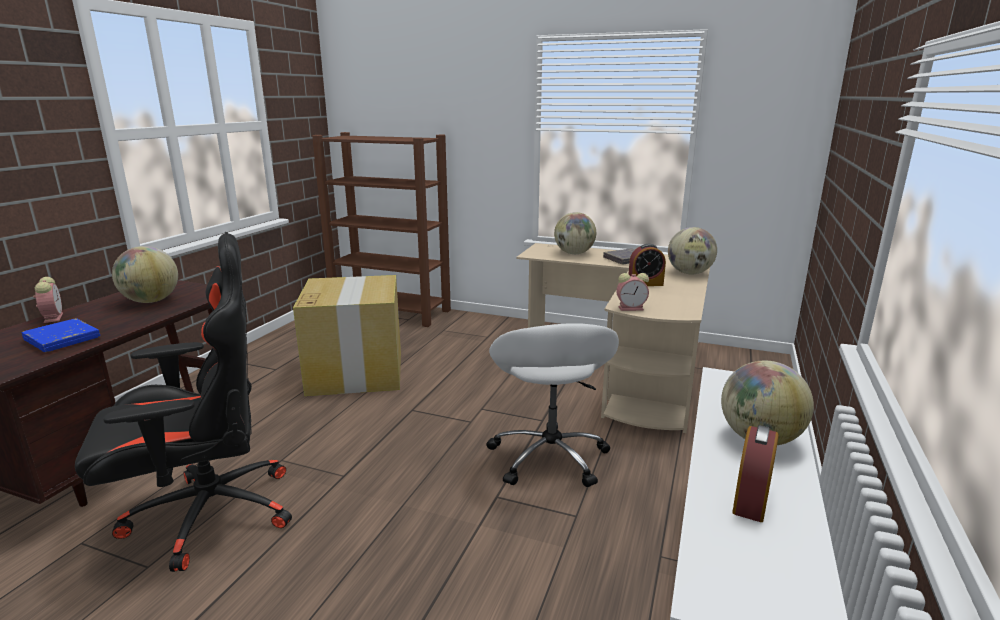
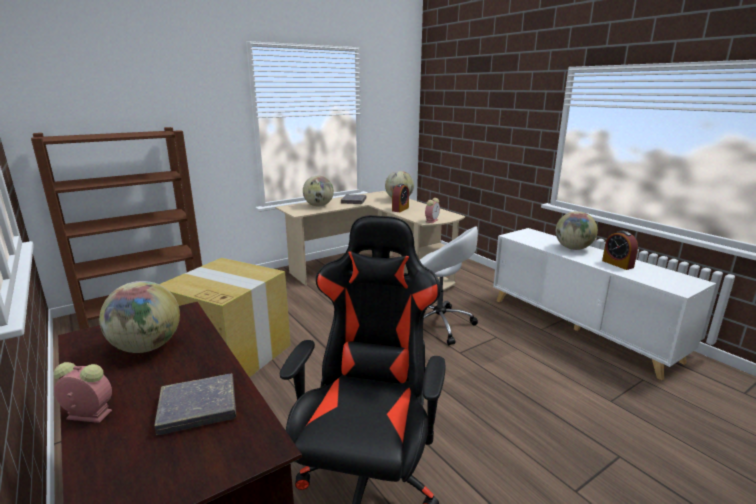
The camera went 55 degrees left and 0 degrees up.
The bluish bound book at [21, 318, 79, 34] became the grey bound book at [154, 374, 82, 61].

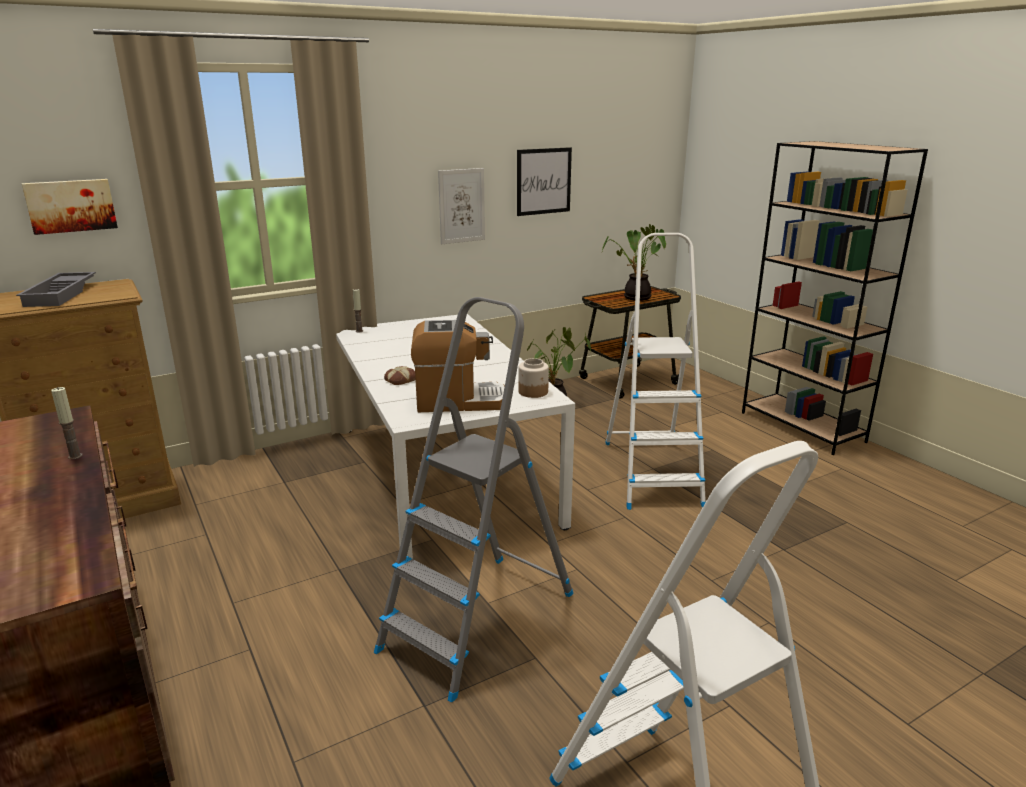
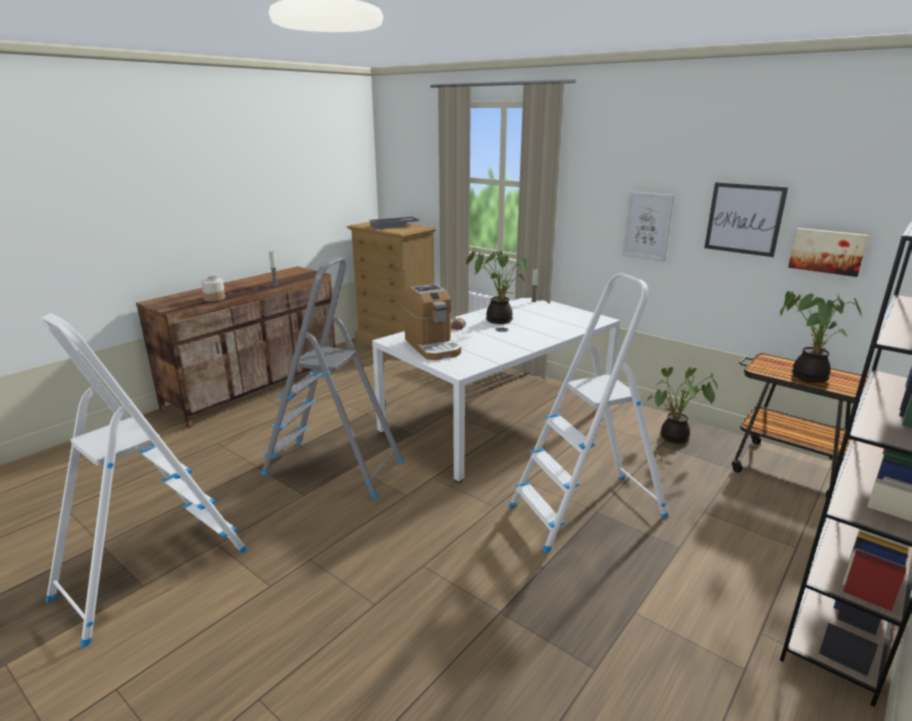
The camera went 70 degrees right and 0 degrees up.
The plant in a pot at [466, 248, 61, 76] appeared.
The picture moved from [22, 179, 96, 56] to [788, 228, 81, 49].
The storage jar moved from [518, 358, 31, 40] to [201, 276, 24, 26].

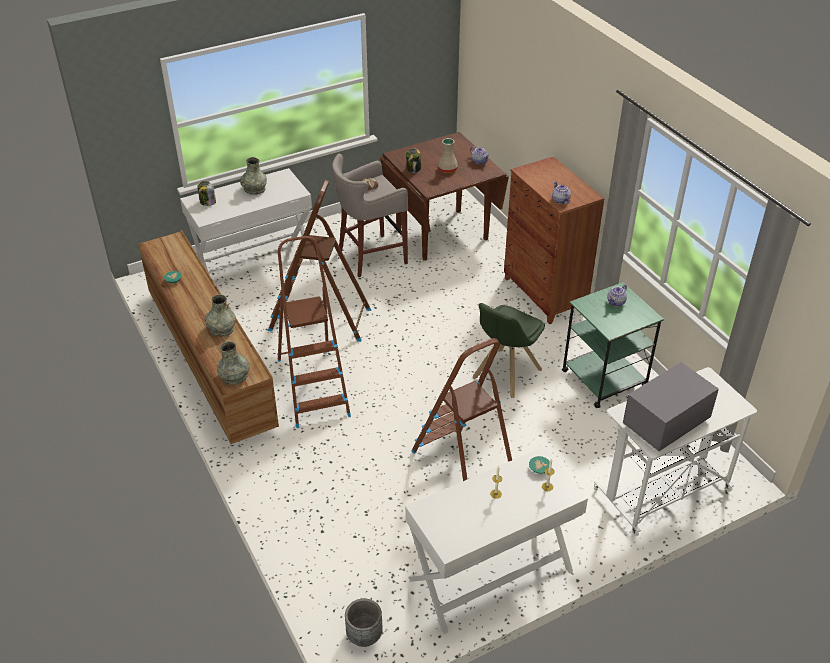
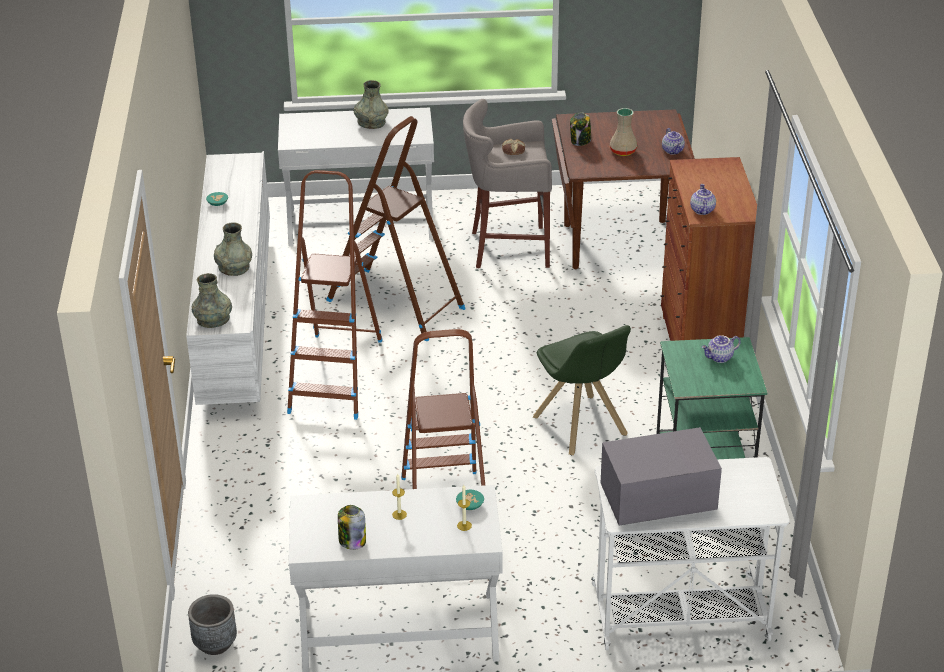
The camera went 25 degrees right and 5 degrees down.
The storage jar moved from [197, 181, 19, 25] to [338, 505, 28, 45].
The brown-coloured cupboard at [138, 230, 141, 214] became the whitish cupboard at [186, 151, 84, 254].
The green plain chair at [473, 303, 72, 95] turned 90 degrees counterclockwise.

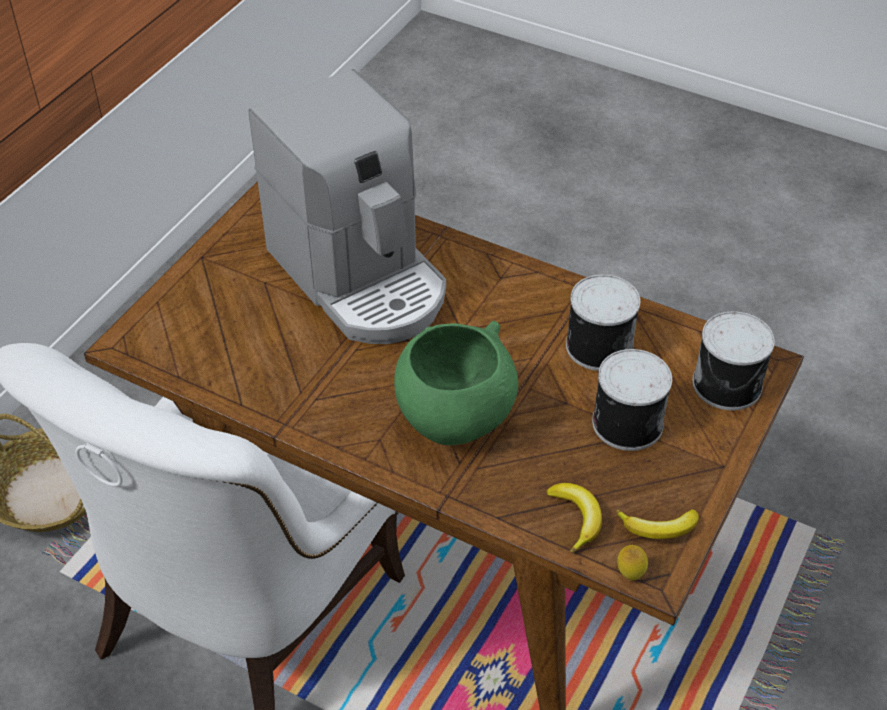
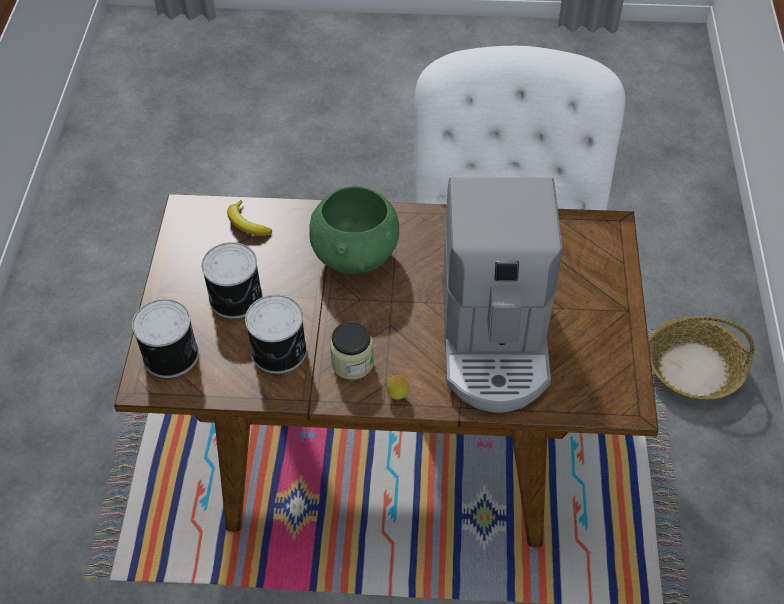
The camera went 155 degrees right and 5 degrees up.
The whole banana at [616, 509, 83, 30] disappeared.
The storage jar at [330, 321, 44, 59] appeared.
The lemon moved from [617, 545, 31, 36] to [386, 375, 23, 25].
The coffee machine at [249, 69, 197, 275] turned 120 degrees counterclockwise.

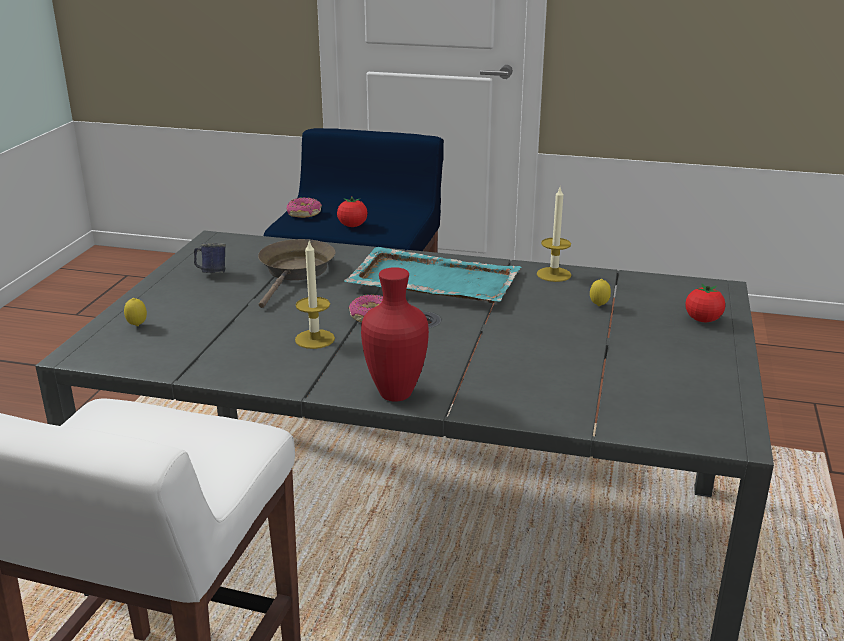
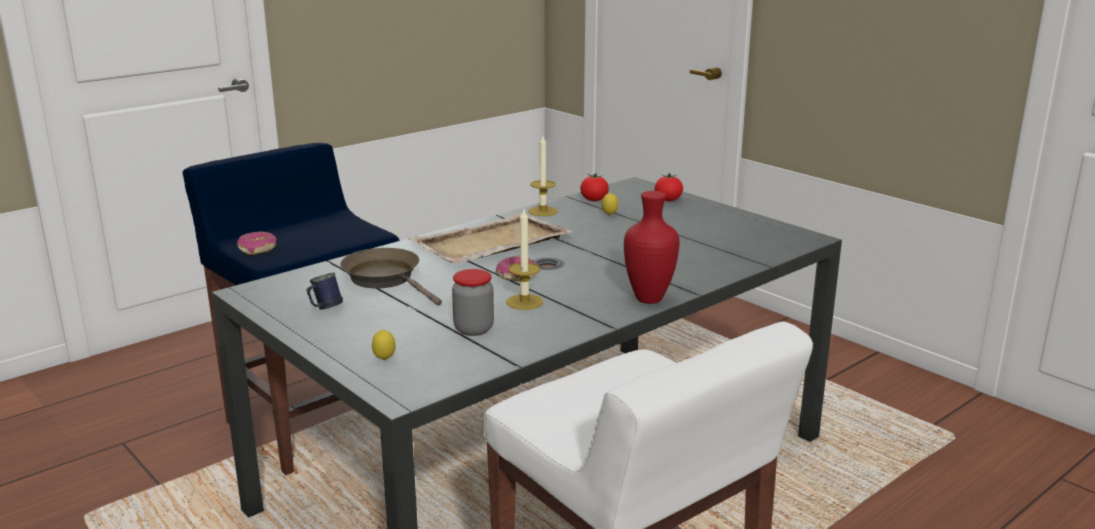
The camera went 55 degrees left and 5 degrees down.
The storage jar at [452, 269, 42, 67] appeared.
The whole tomato moved from [337, 197, 30, 30] to [580, 173, 29, 28].
The turquoise tray at [344, 247, 178, 56] became the beige tray at [408, 213, 165, 51].

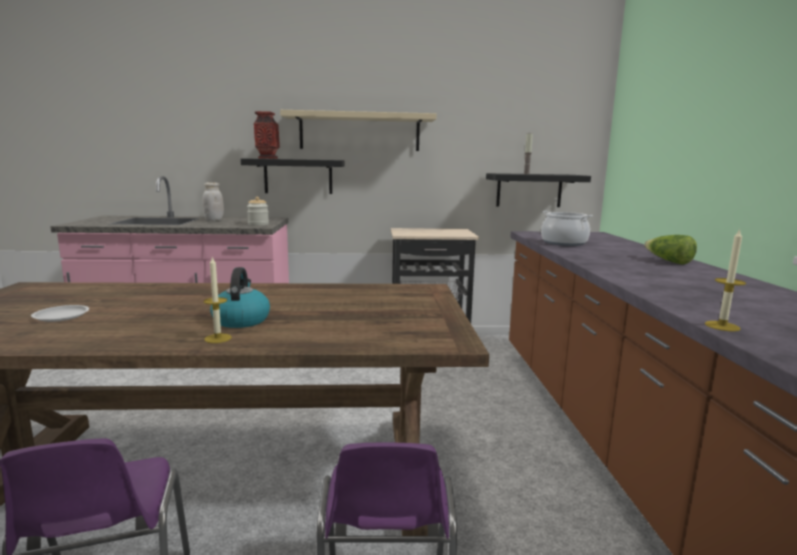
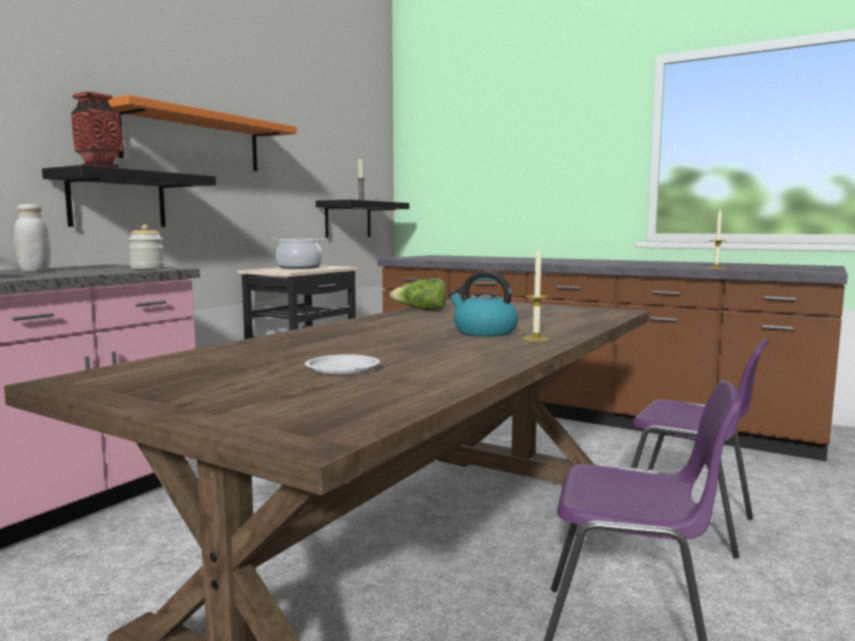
The camera went 55 degrees left and 5 degrees down.
The cooking pot moved from [541, 211, 52, 35] to [273, 238, 51, 31].
The lettuce moved from [644, 235, 53, 30] to [390, 278, 56, 33].
The beige wall shelf at [280, 110, 157, 41] became the orange-coloured wall shelf at [108, 95, 189, 76].

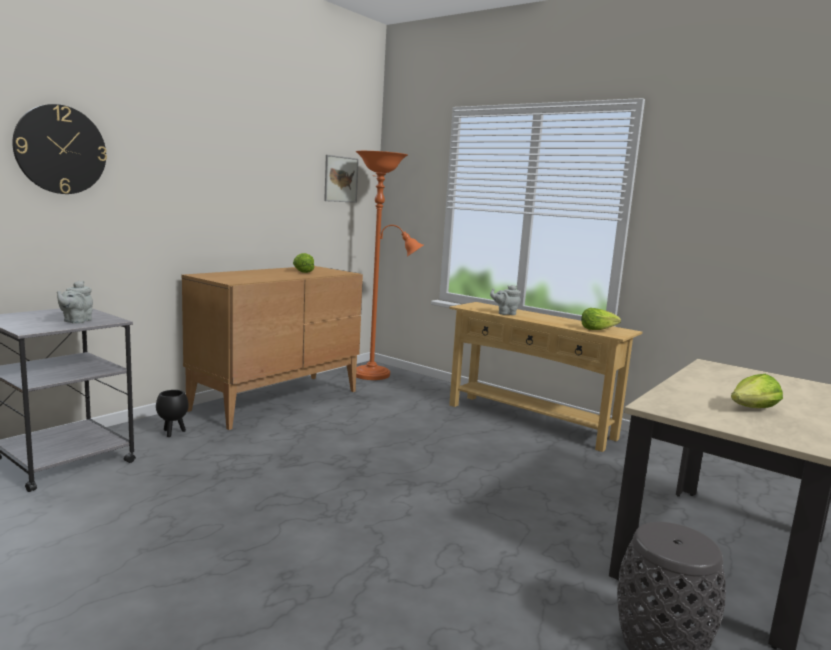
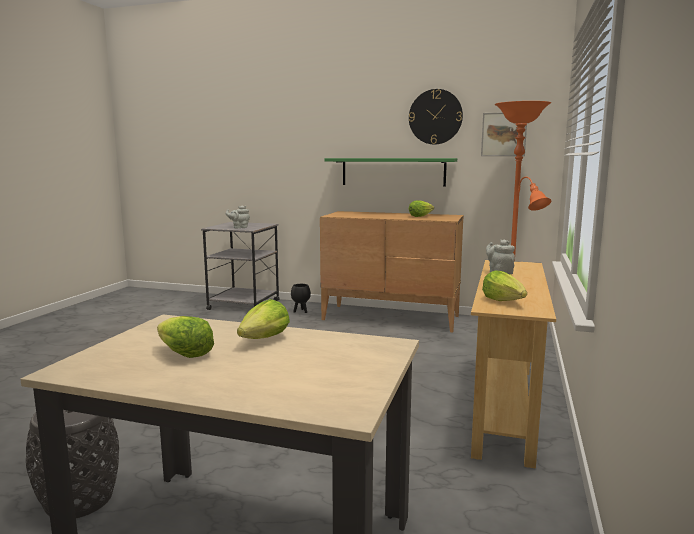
The camera went 70 degrees right and 0 degrees up.
The lettuce at [237, 299, 53, 40] appeared.
The green wall shelf at [325, 158, 132, 29] appeared.
The hanging clock moved from [12, 104, 95, 90] to [409, 89, 54, 56].

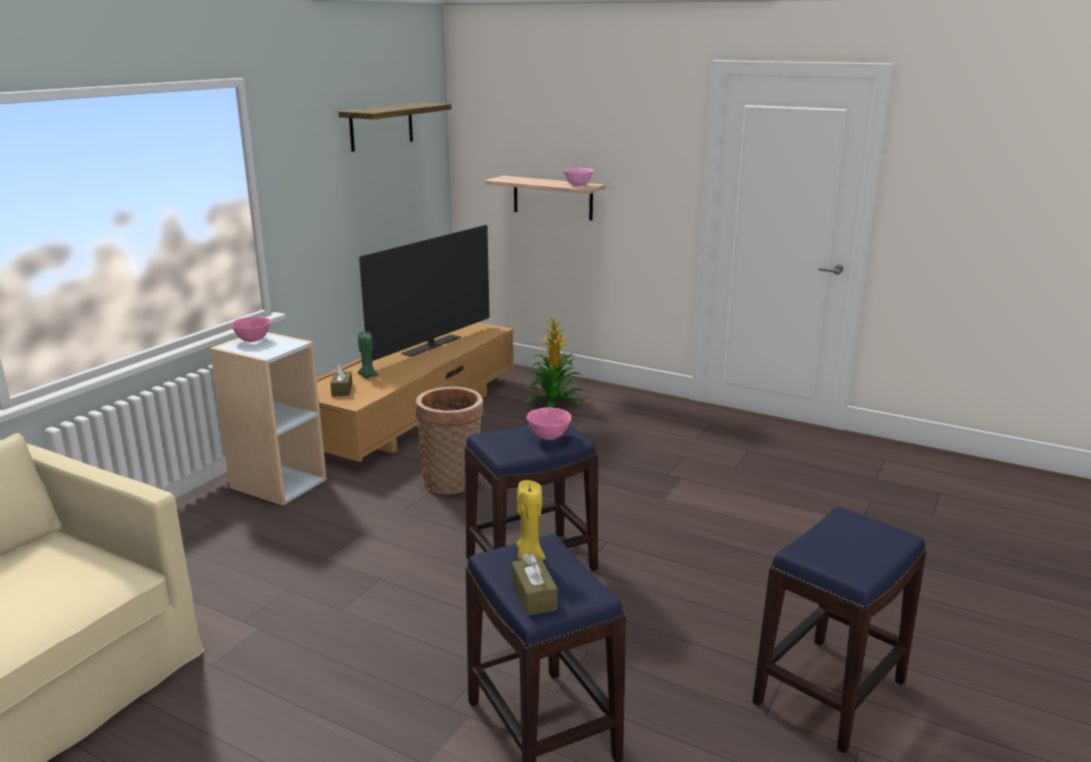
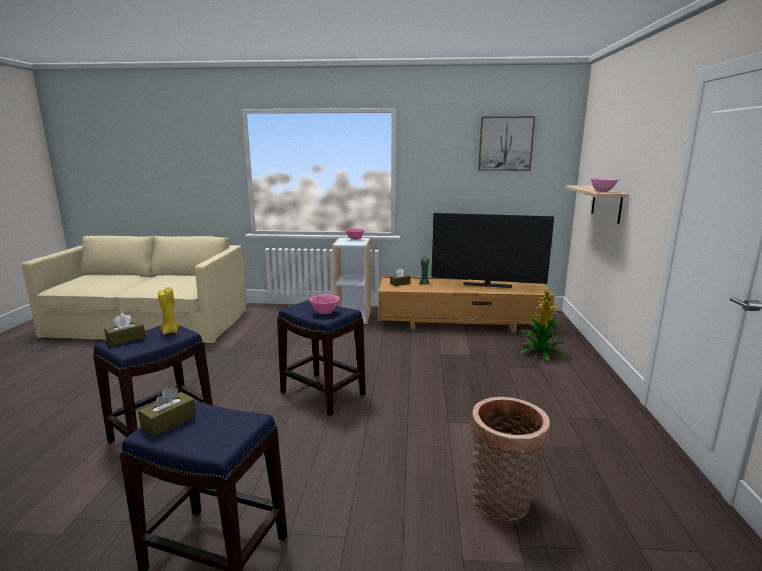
The camera went 65 degrees right and 5 degrees down.
The brown-coloured box of tissues at [138, 387, 58, 50] appeared.
The storage basket moved from [416, 387, 68, 107] to [471, 397, 79, 124].
The wall shelf at [338, 102, 114, 50] was replaced by the picture at [478, 116, 57, 55].

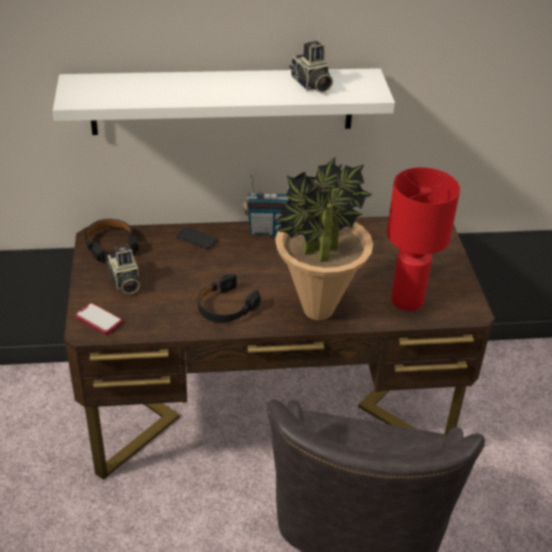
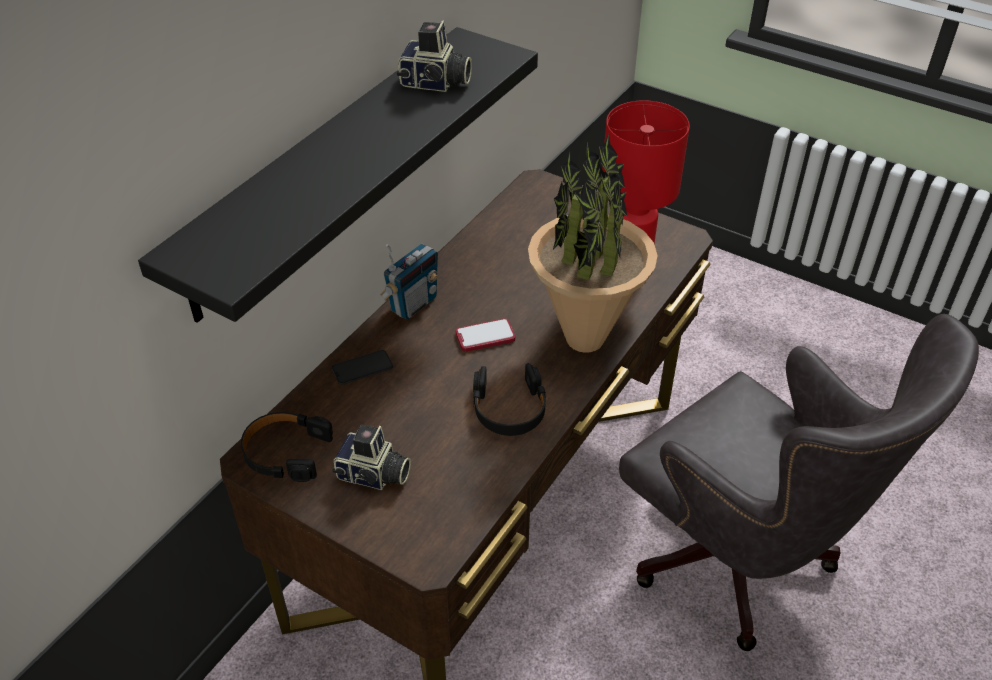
The camera went 50 degrees left and 5 degrees up.
The telephone moved from [76, 303, 46, 32] to [456, 319, 59, 33].
The whitish wall shelf at [53, 68, 342, 67] became the black wall shelf at [138, 27, 400, 296].

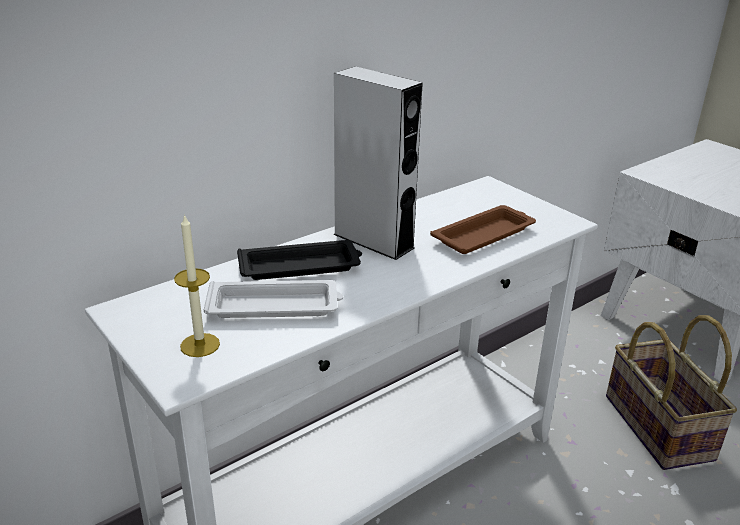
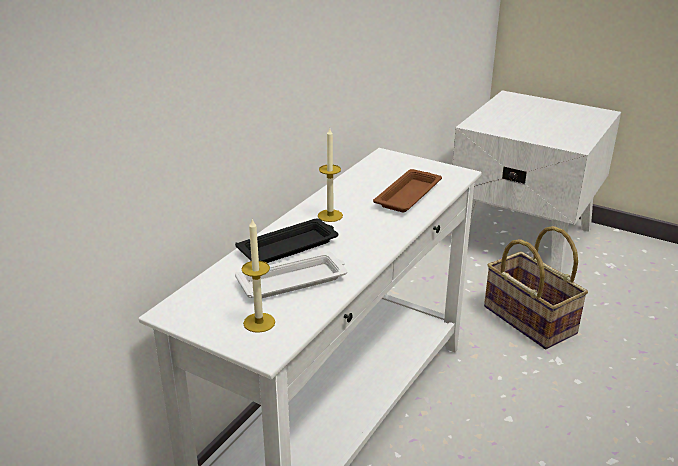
The camera went 20 degrees left and 0 degrees up.
The grey audio speaker at [333, 66, 90, 194] was replaced by the wax candle at [318, 128, 25, 94].

